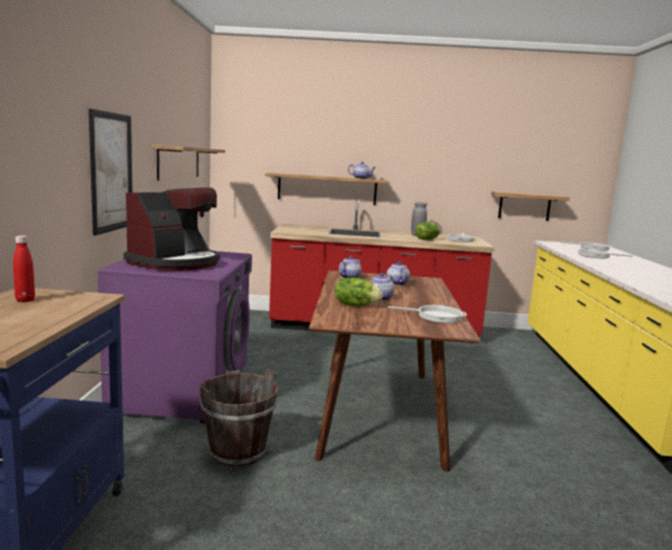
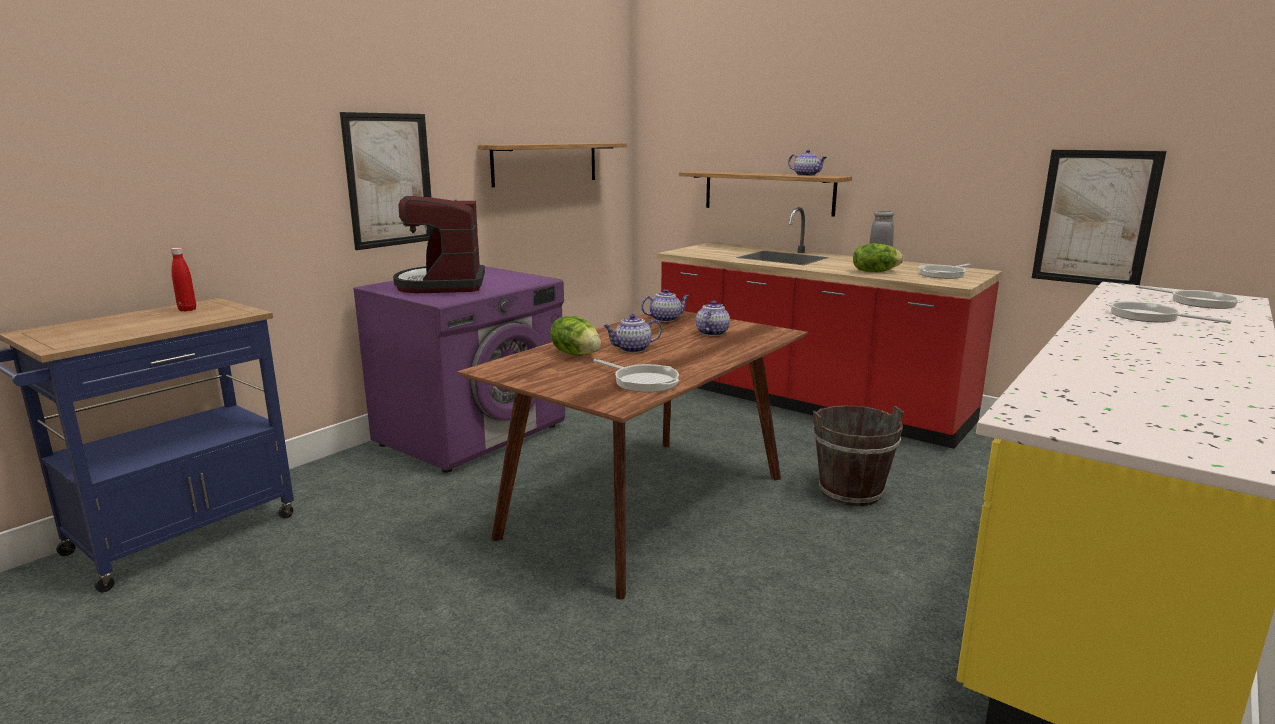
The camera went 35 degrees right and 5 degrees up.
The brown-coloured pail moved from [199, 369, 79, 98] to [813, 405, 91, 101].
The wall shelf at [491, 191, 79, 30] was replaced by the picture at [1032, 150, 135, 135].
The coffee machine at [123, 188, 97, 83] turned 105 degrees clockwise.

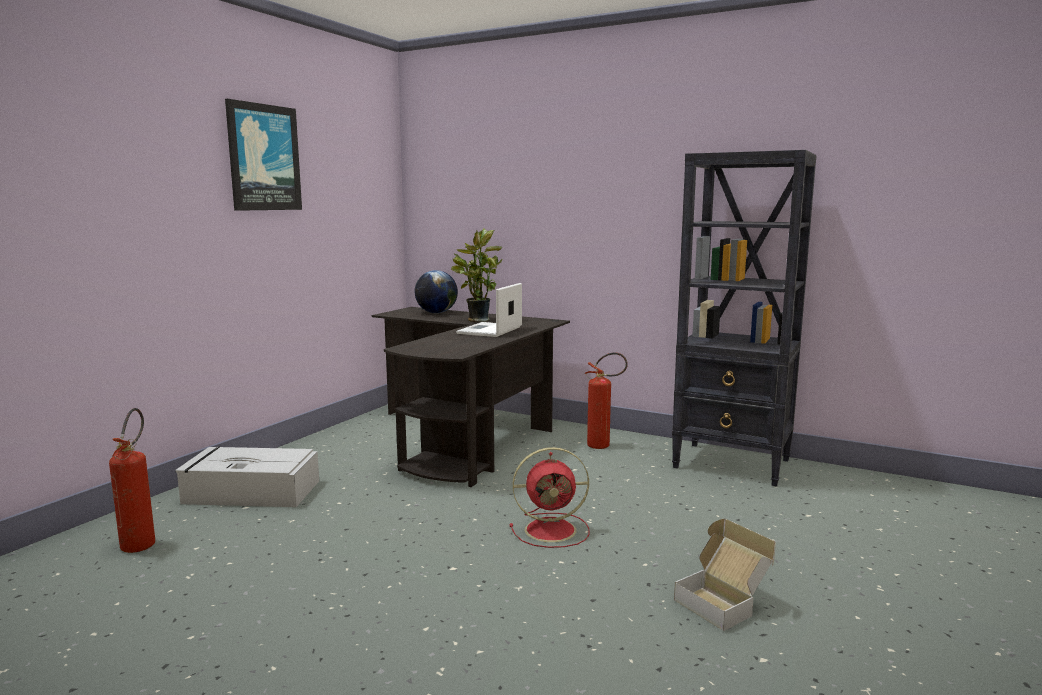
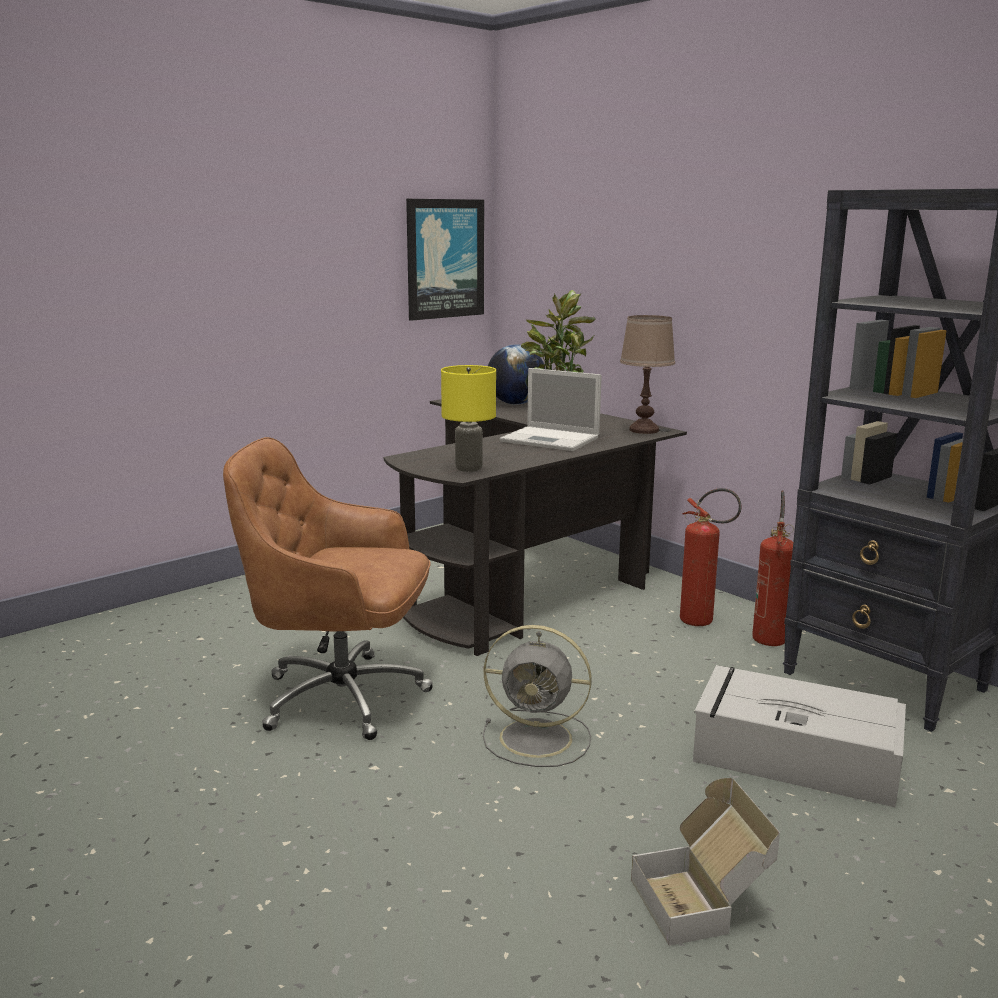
The camera went 20 degrees right and 5 degrees up.
The brown-coloured office chair at [223, 437, 210, 303] appeared.
The yellow-coloured tabletop lamp at [441, 365, 55, 107] appeared.
The brown-coloured tabletop lamp at [620, 315, 55, 119] appeared.
The fire-fighting cylinder moved from [109, 408, 46, 145] to [752, 490, 42, 156].
The grey storage container moved from [175, 446, 144, 61] to [693, 665, 213, 143].
The picture moved from [225, 99, 77, 112] to [406, 199, 78, 122].
The reddish cooling fan at [510, 447, 80, 101] became the grey cooling fan at [483, 625, 109, 142].
The portable computer at [456, 283, 66, 54] turned 105 degrees counterclockwise.

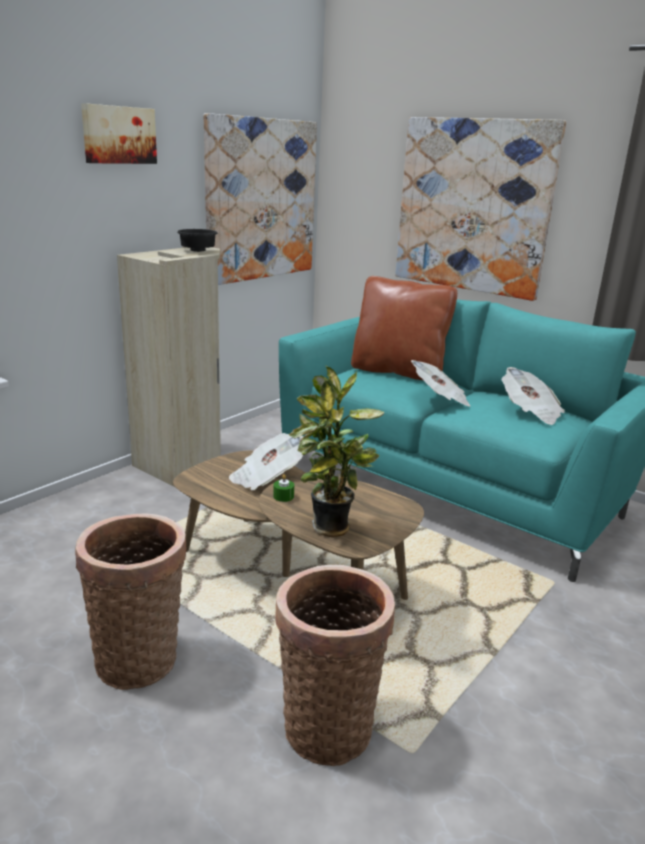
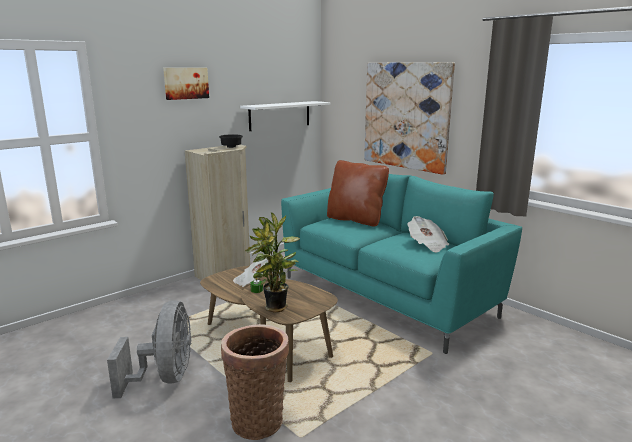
The camera went 10 degrees right and 5 degrees down.
The daily paper at [411, 360, 60, 47] disappeared.
The storage basket at [75, 513, 111, 177] was replaced by the grey cooling fan at [107, 300, 84, 98].
The picture at [204, 113, 113, 172] was replaced by the whitish wall shelf at [240, 101, 91, 30].

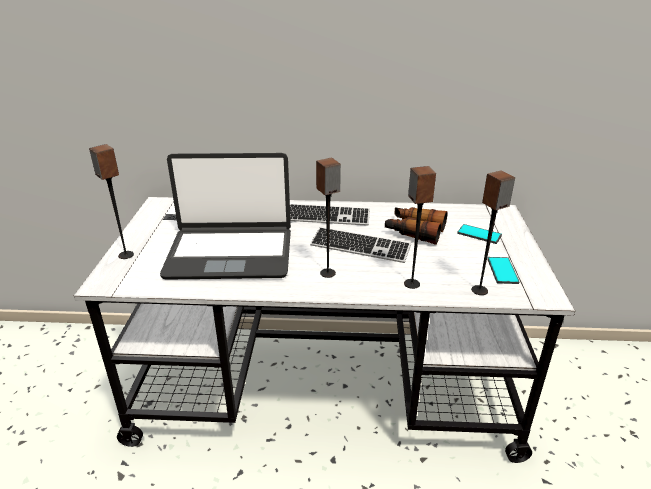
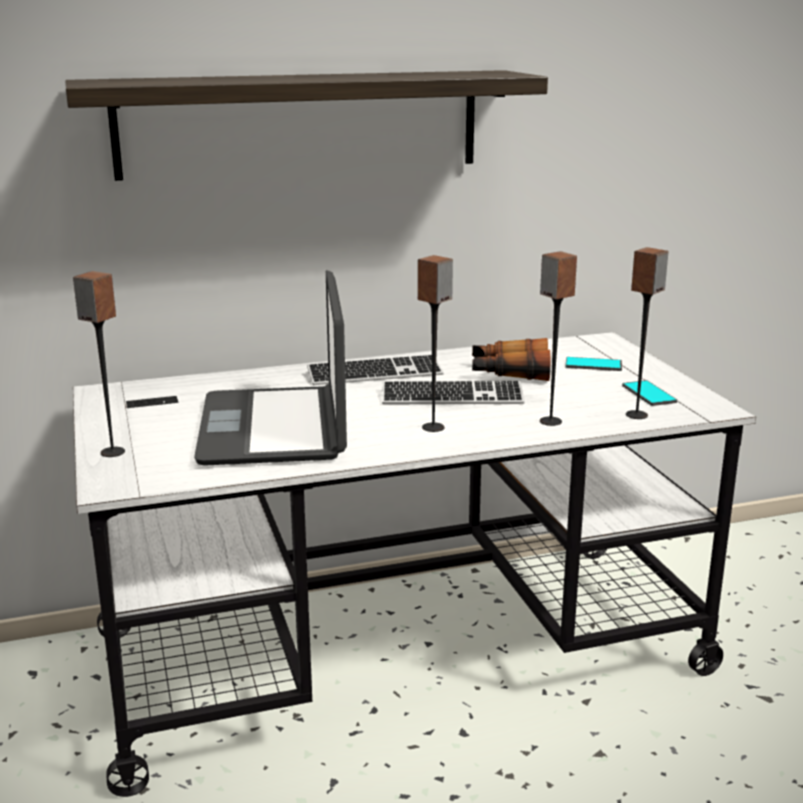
The camera went 20 degrees left and 10 degrees down.
The wall shelf at [65, 70, 483, 111] appeared.
The portable computer at [160, 153, 131, 127] turned 105 degrees clockwise.

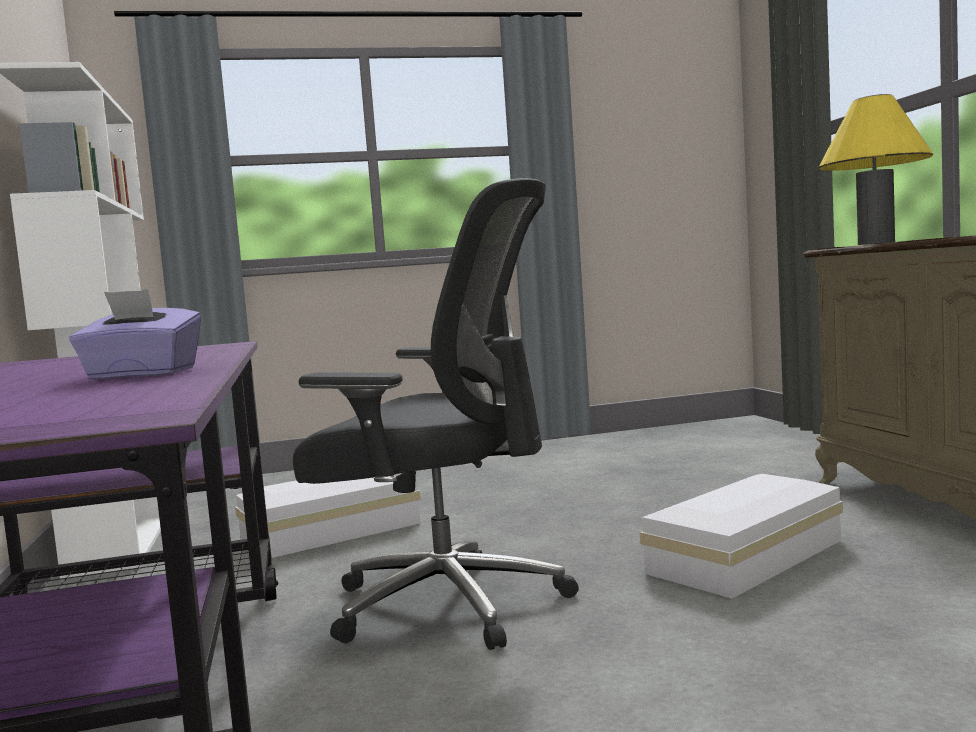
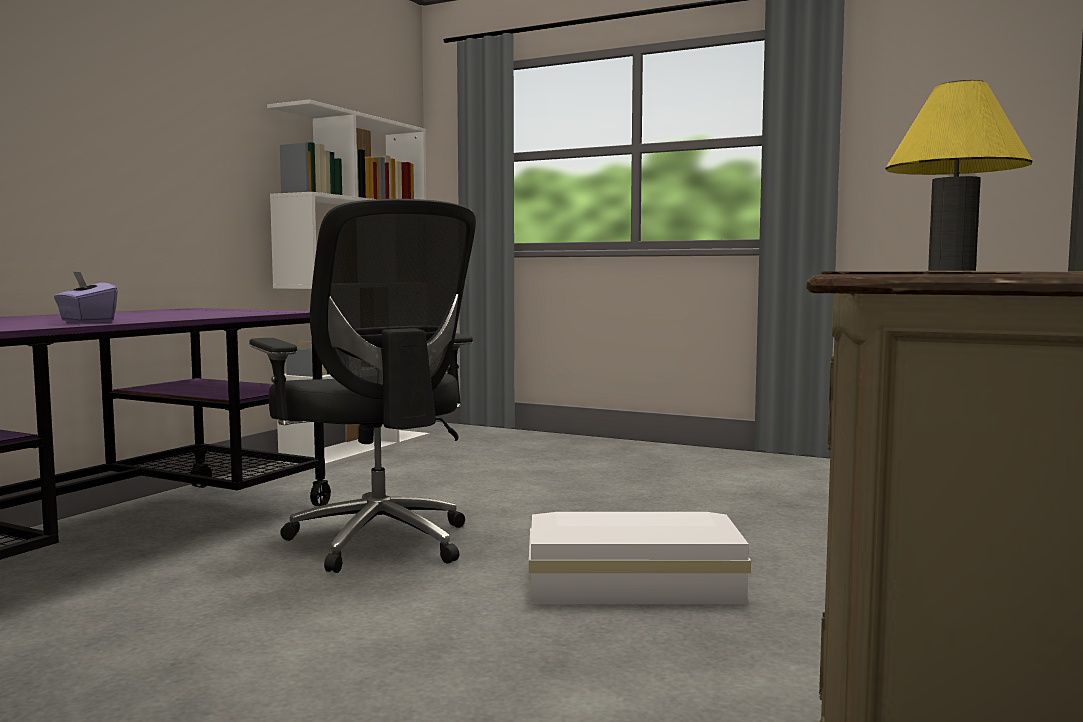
The camera went 40 degrees right and 0 degrees up.
The whitish storage container at [235, 478, 186, 80] disappeared.

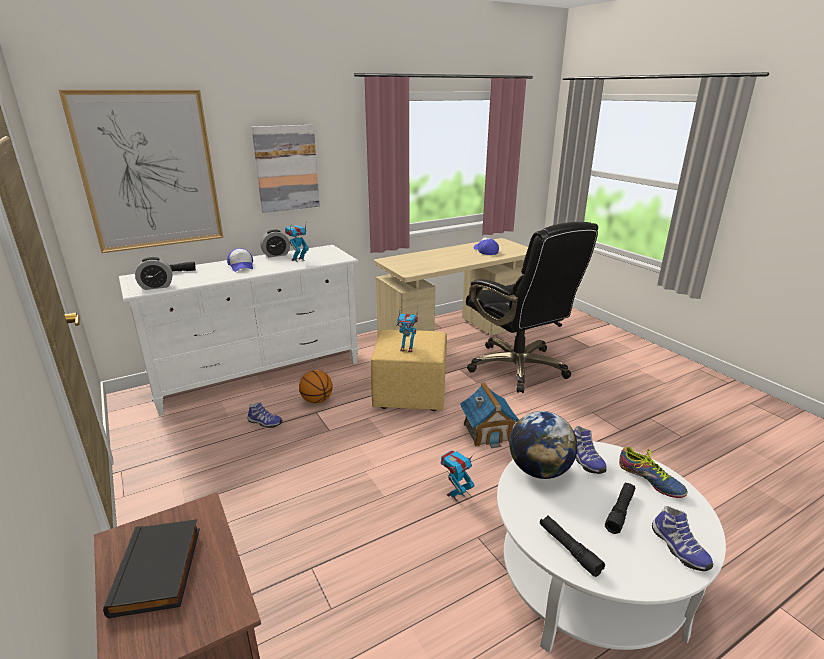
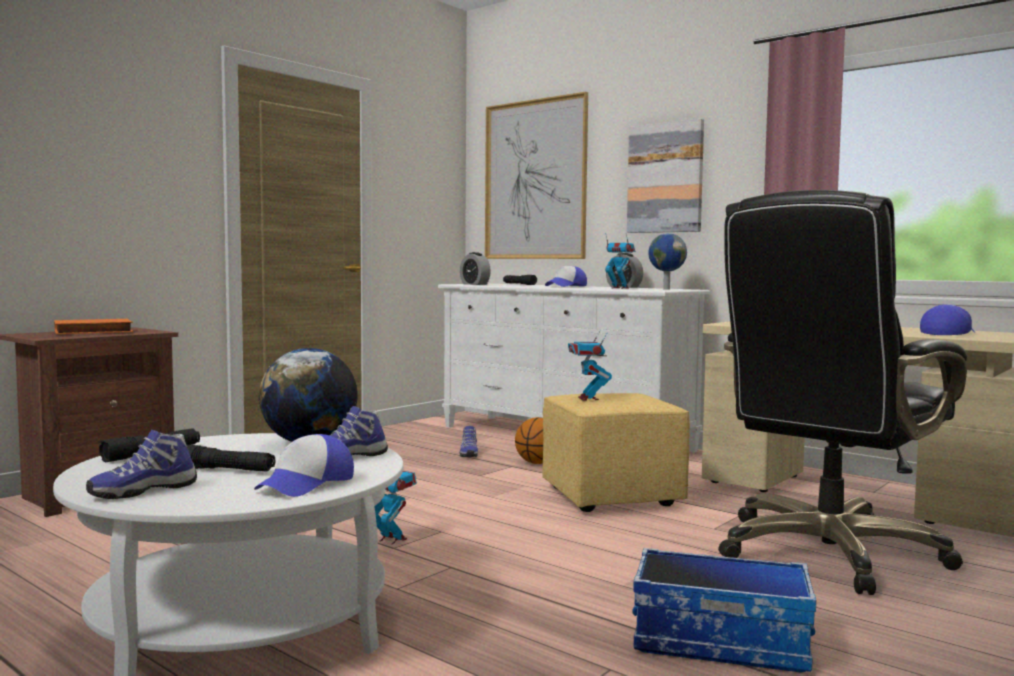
The camera went 70 degrees right and 20 degrees down.
The toy house at [460, 382, 59, 66] disappeared.
The storage container at [632, 548, 184, 125] appeared.
The desk globe at [648, 233, 39, 56] appeared.
The low shoe at [619, 447, 69, 51] was replaced by the baseball cap at [254, 434, 100, 63].
The black bound book at [103, 519, 97, 100] became the orange-coloured bound book at [54, 319, 79, 15].

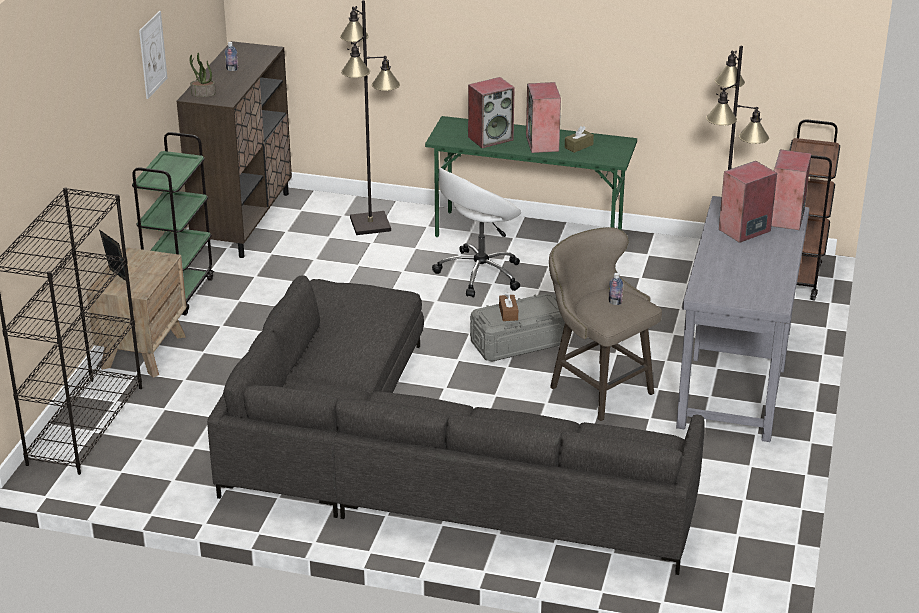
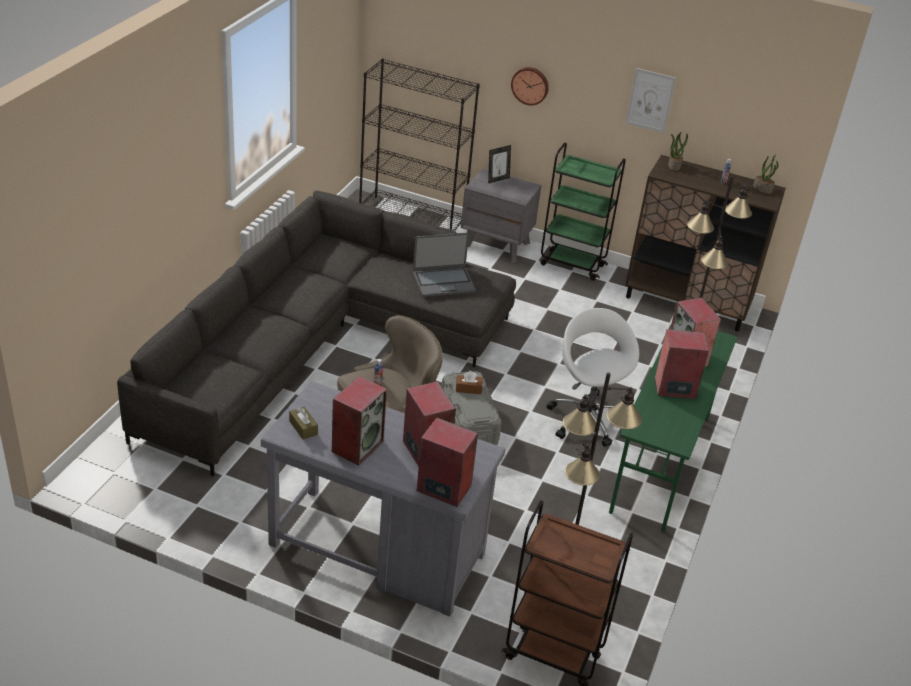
The camera went 95 degrees right and 5 degrees up.
The audio speaker at [332, 376, 55, 89] appeared.
The portable computer at [413, 233, 63, 64] appeared.
The hanging clock at [511, 67, 38, 38] appeared.
The plant in a pot at [753, 155, 26, 39] appeared.
The brown-coloured box of tissues moved from [565, 126, 29, 27] to [289, 407, 29, 33].
The brown-coloured bedside table at [86, 247, 101, 131] became the grey bedside table at [461, 168, 80, 95].

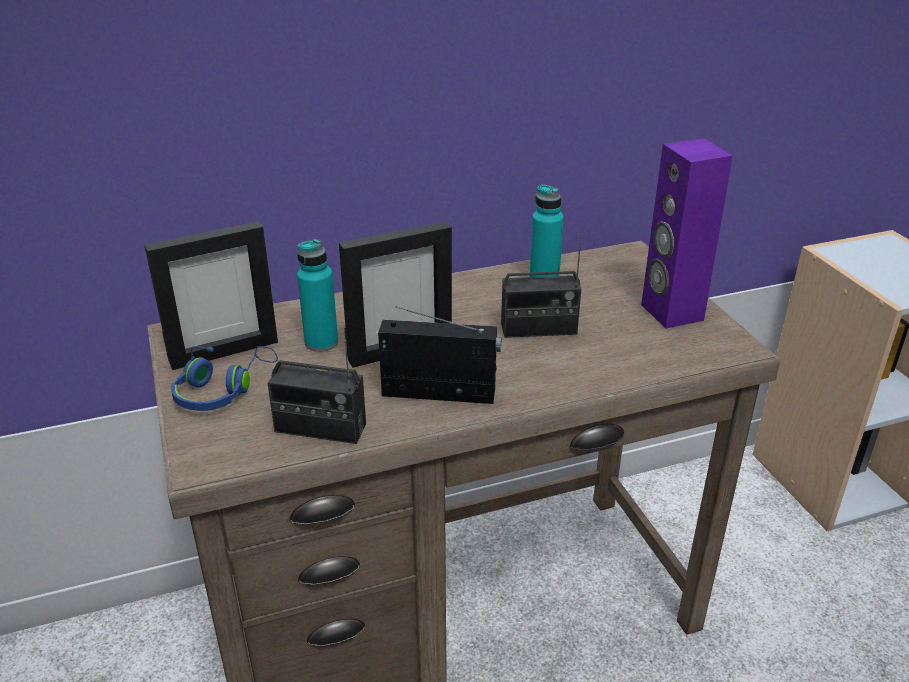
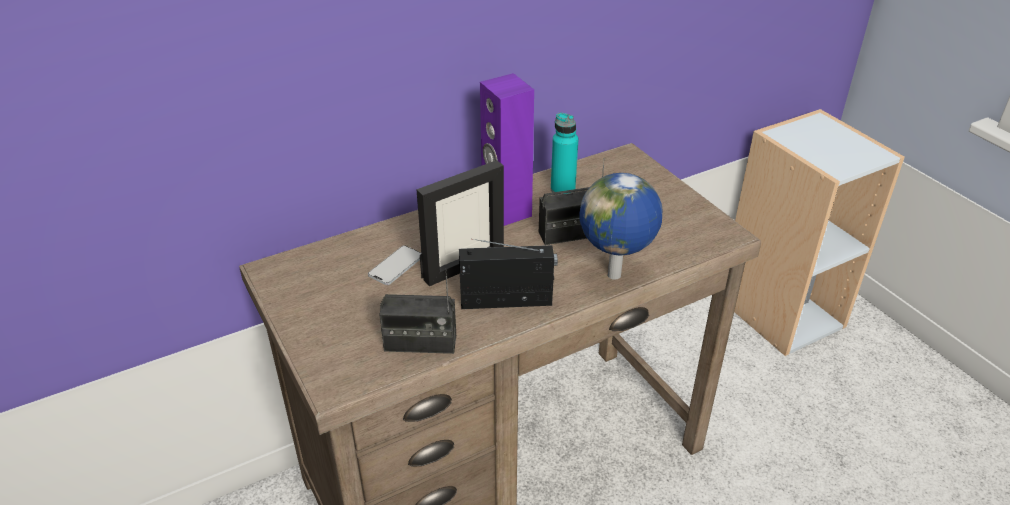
The camera went 10 degrees left and 5 degrees up.
The standing frame at [144, 221, 134, 149] disappeared.
The bluish headset at [171, 346, 107, 65] disappeared.
The desk globe at [579, 173, 83, 107] appeared.
The purplish audio speaker moved from [641, 138, 92, 191] to [480, 73, 54, 153].
The turquoise bottle at [297, 239, 41, 113] was replaced by the telephone at [368, 245, 53, 40].

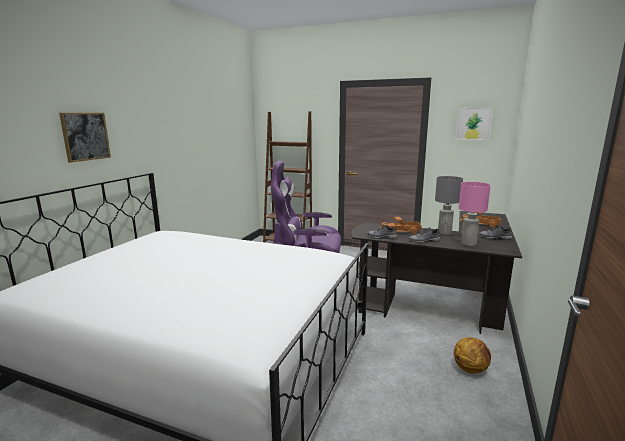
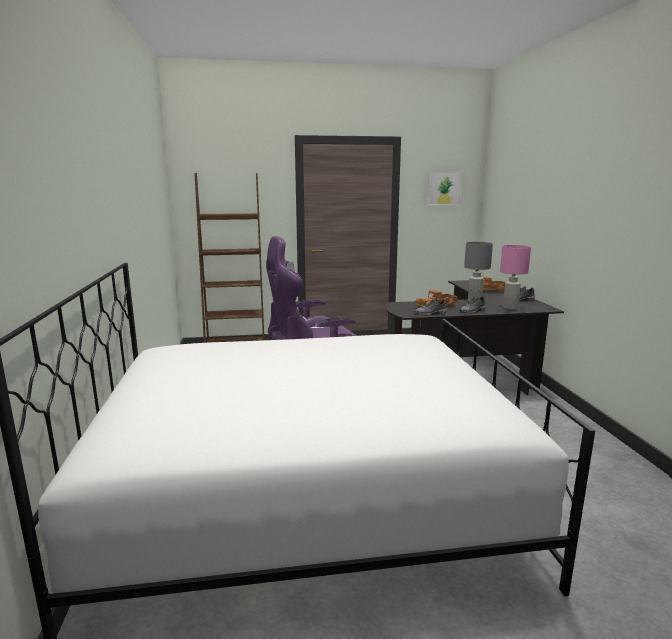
The camera went 30 degrees left and 0 degrees up.
The picture at [59, 113, 52, 50] disappeared.
The basketball at [454, 337, 37, 37] disappeared.

